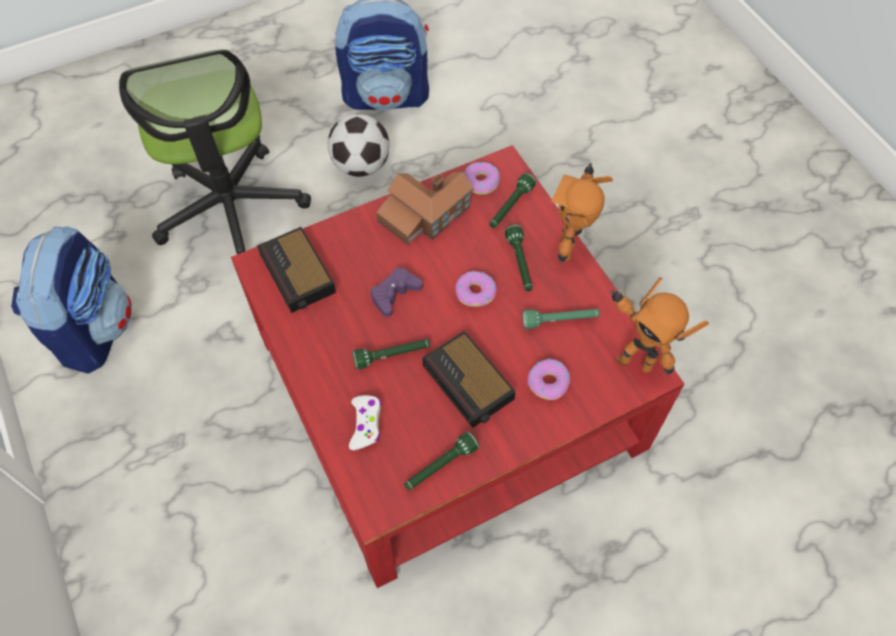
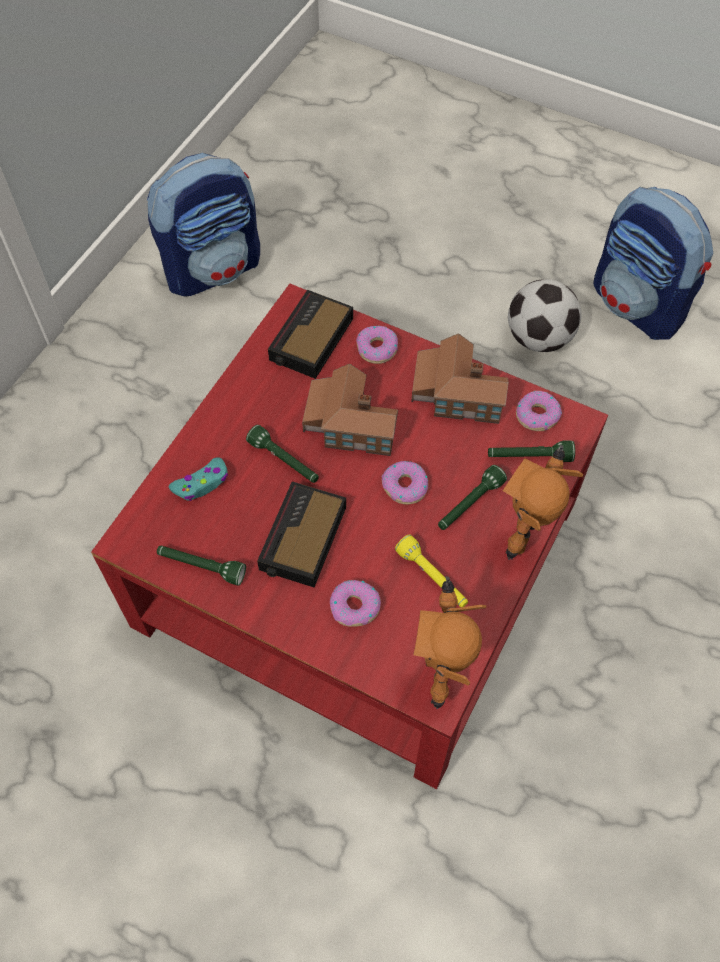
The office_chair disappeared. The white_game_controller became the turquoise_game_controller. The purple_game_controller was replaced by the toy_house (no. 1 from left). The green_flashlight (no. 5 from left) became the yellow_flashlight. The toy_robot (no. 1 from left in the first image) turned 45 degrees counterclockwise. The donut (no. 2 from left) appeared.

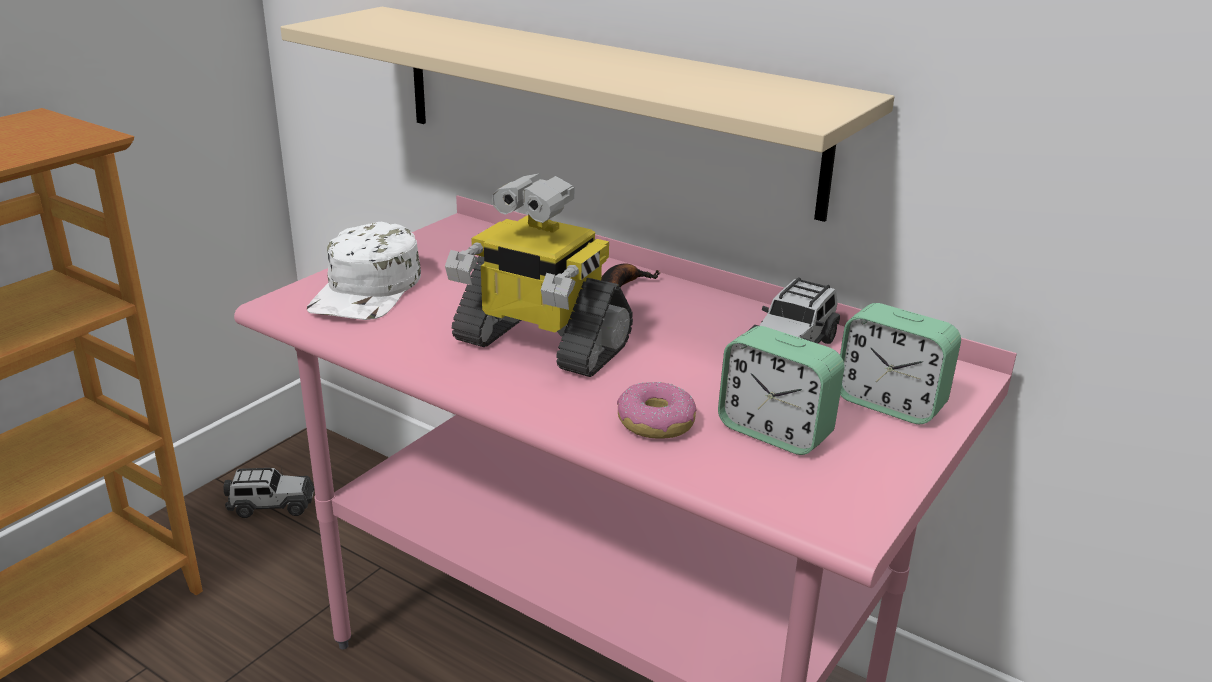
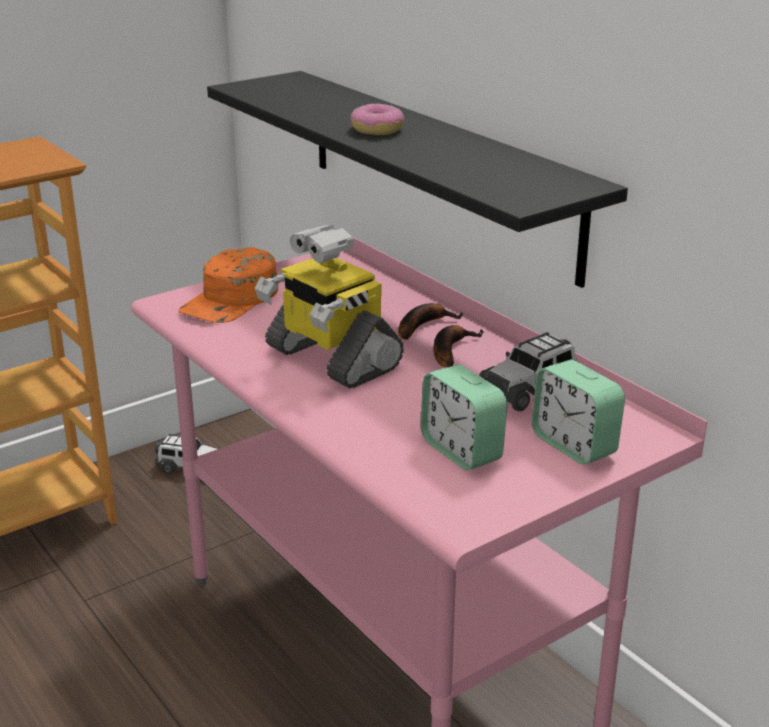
The beige_shelf became the black_shelf. The white_cap became the orange_cap. The donut moved. The banana (no. 2 from left) appeared.

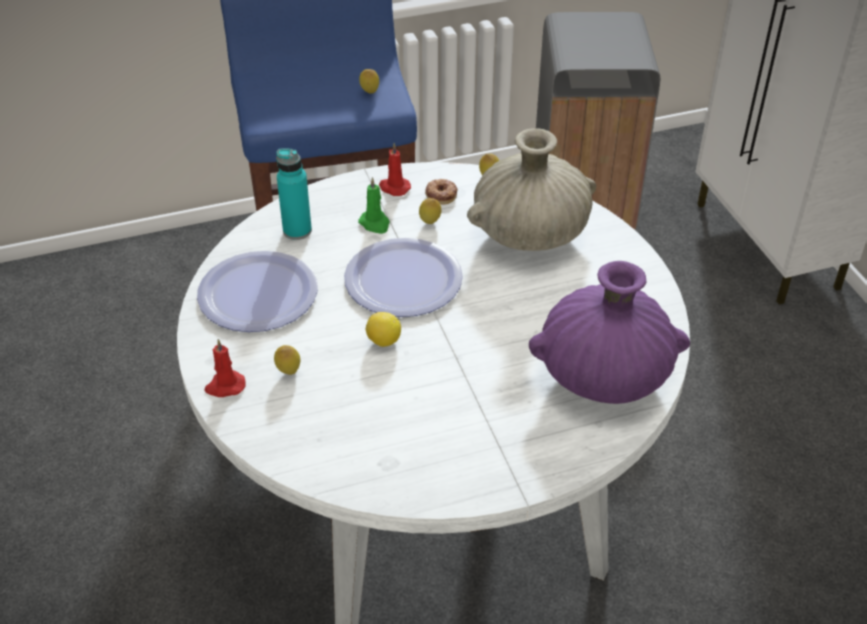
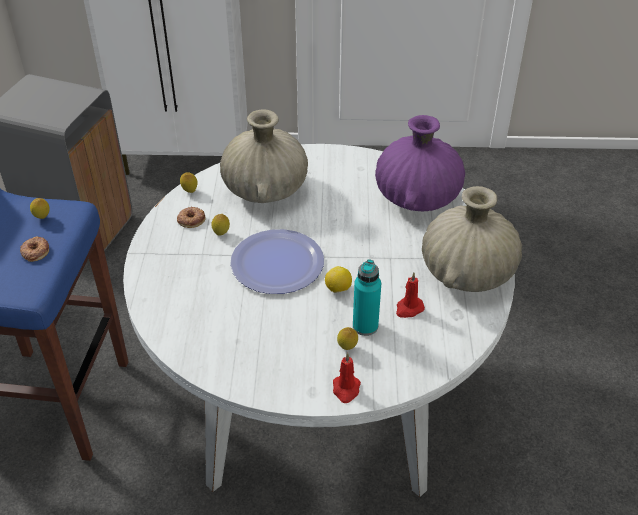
The plate (no. 1 from left) disappeared. The turquoise_bottle moved. The green_candle disappeared. The red_candle (no. 2 from left) moved. The donut (no. 1 from left) appeared. The beige_vase (no. 2 from left) appeared.

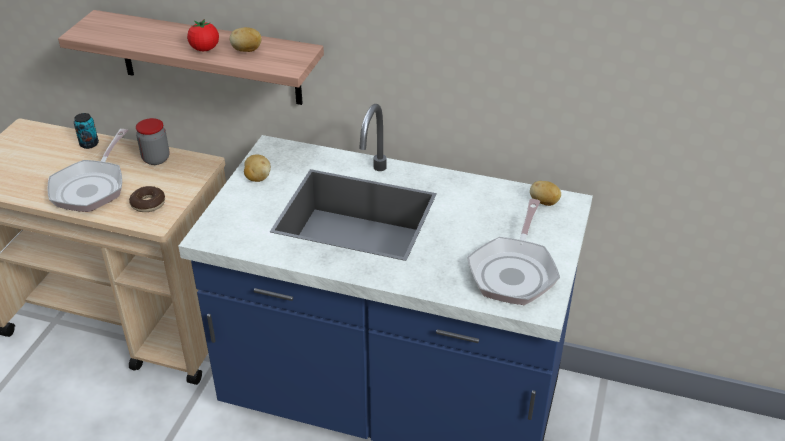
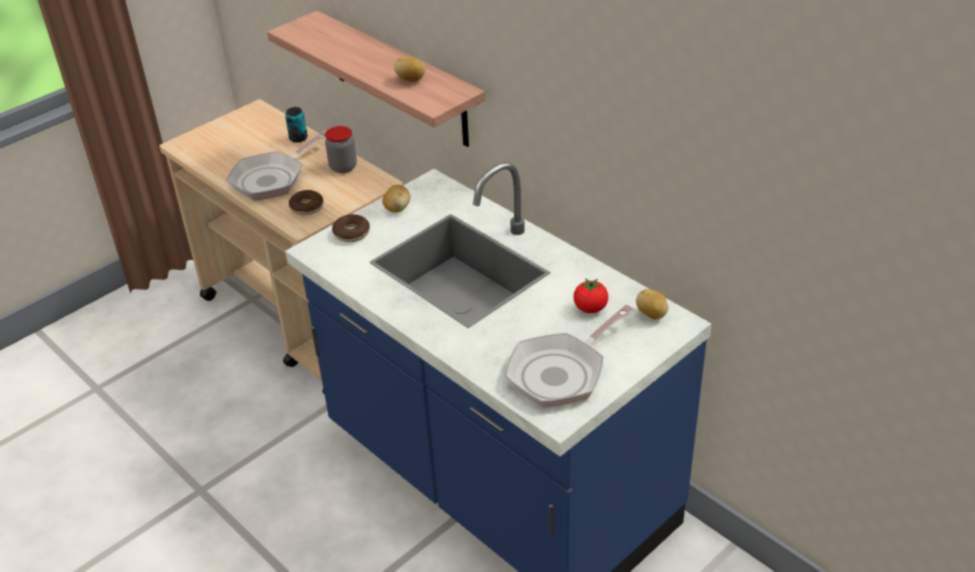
The tomato moved. The donut (no. 2 from left) appeared.

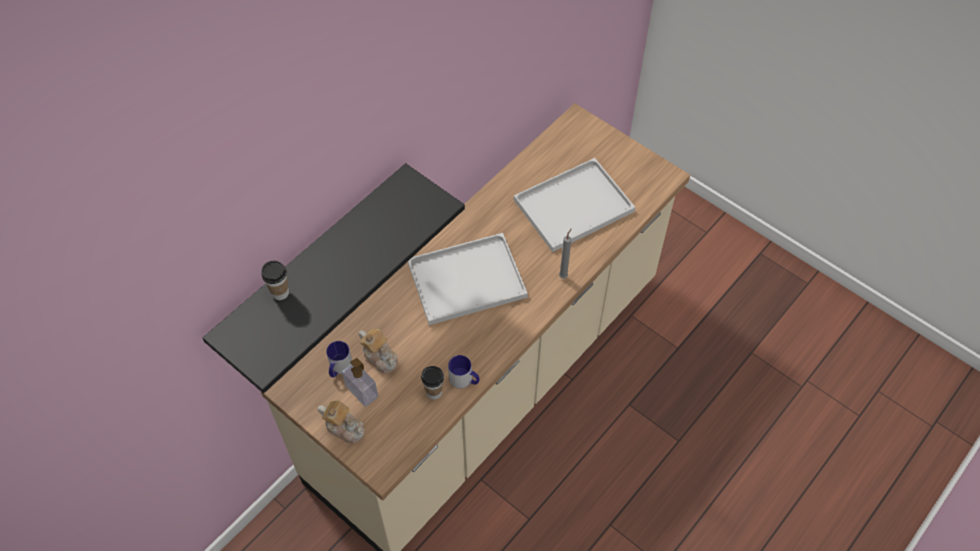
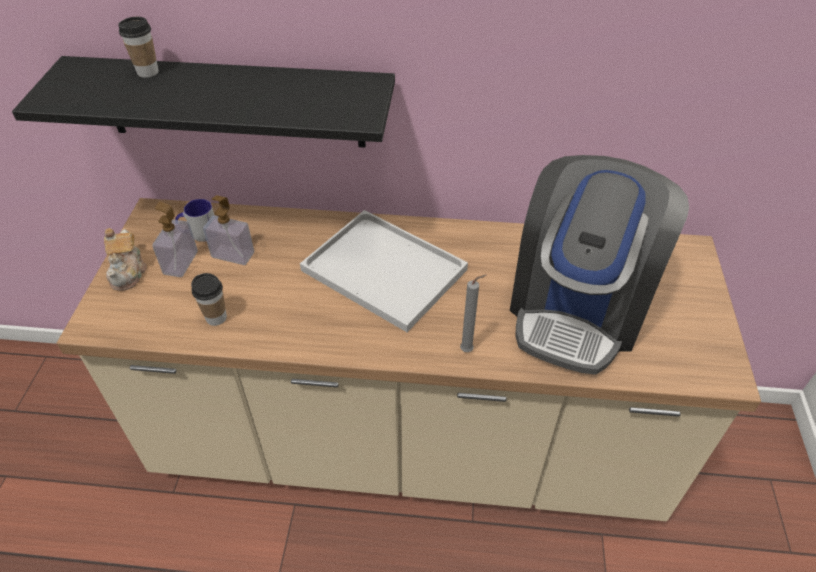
The teapot (no. 2 from left) was replaced by the soap_dispenser (no. 2 from left). The mug (no. 2 from left) disappeared. The white_tray (no. 2 from left) was replaced by the coffee_machine.

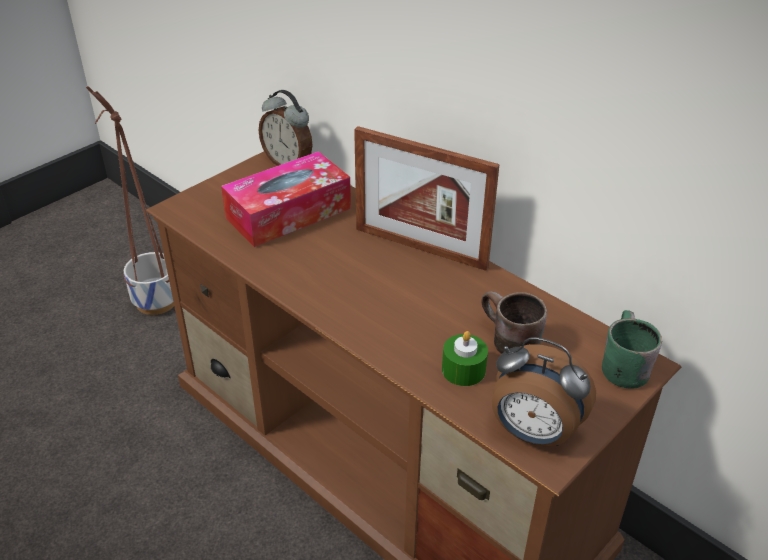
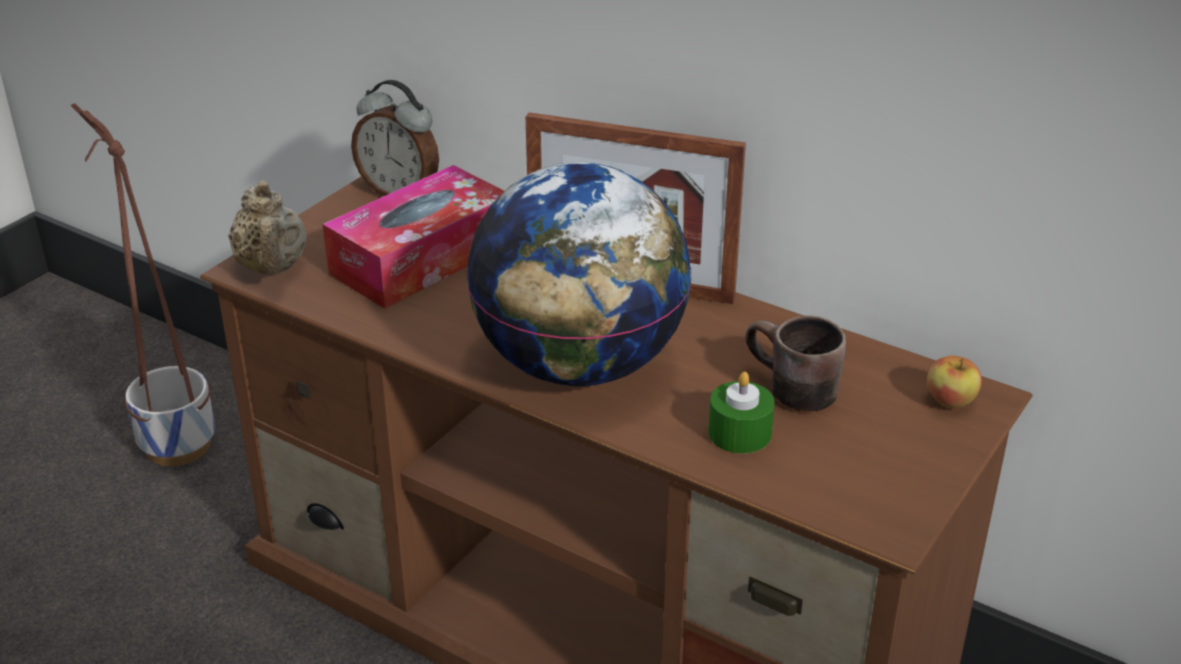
The alarm_clock (no. 2 from left) disappeared. The green_mug was replaced by the apple. The beige_teapot appeared. The globe appeared.

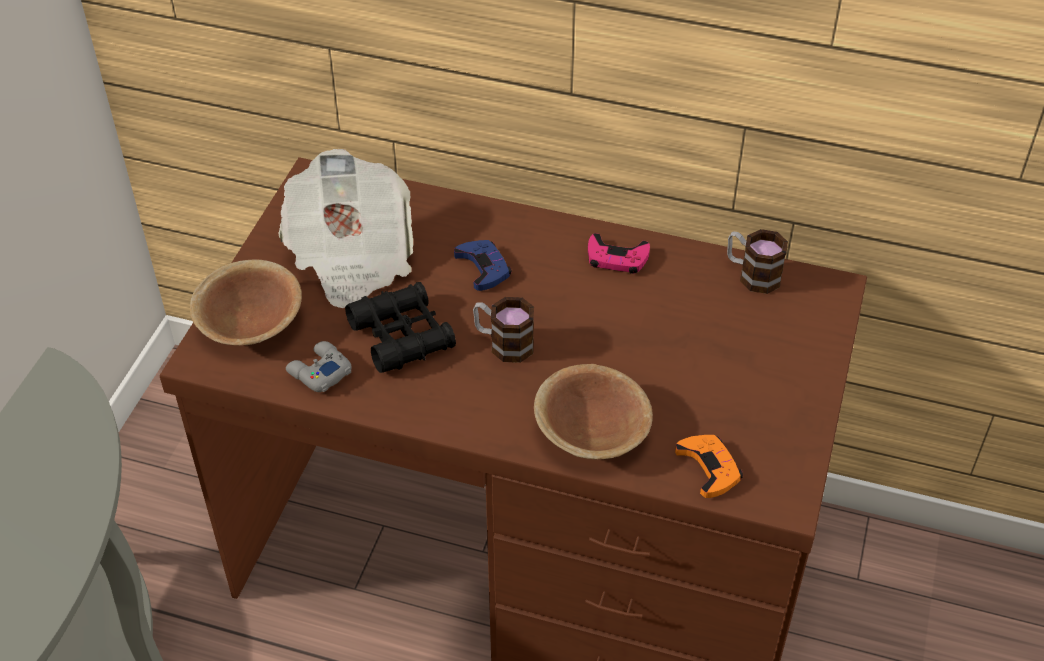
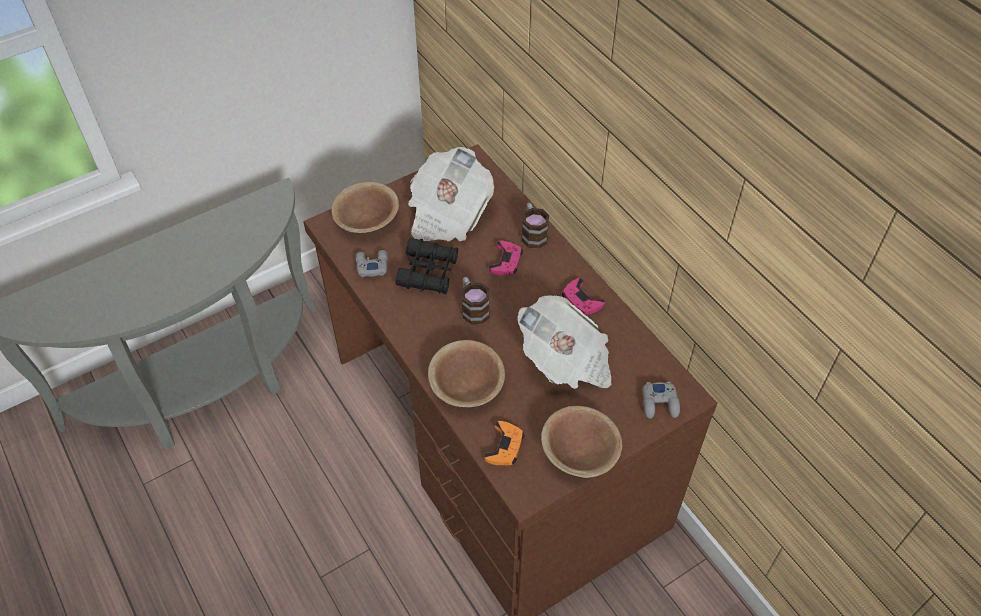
The blue_game_controller became the pink_game_controller (no. 1 from left). The mug (no. 2 from left) moved. The newspaper (no. 2 from left) appeared. The brown_bowl (no. 3 from left) appeared. The grey_game_controller (no. 2 from left) appeared.

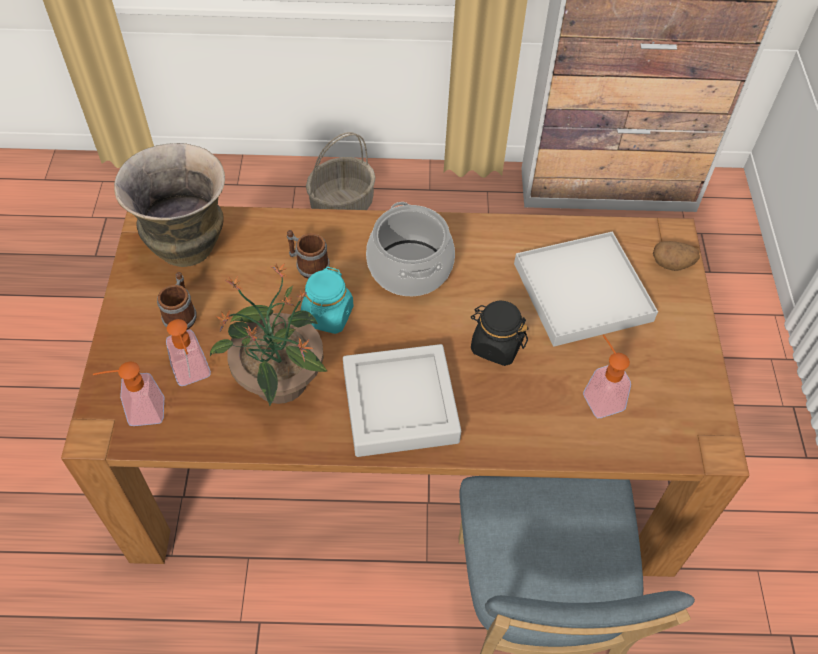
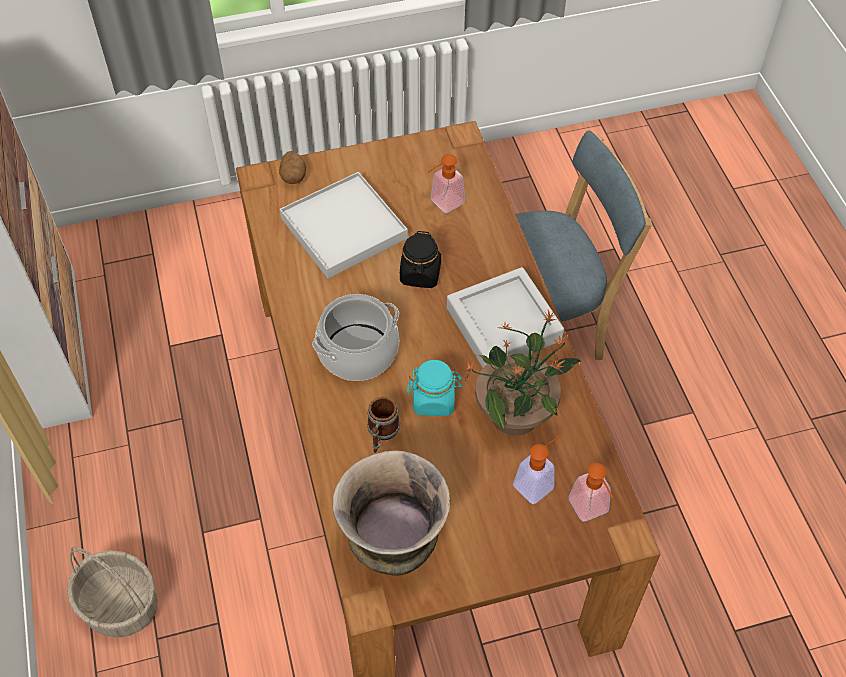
The mug (no. 1 from left) disappeared.

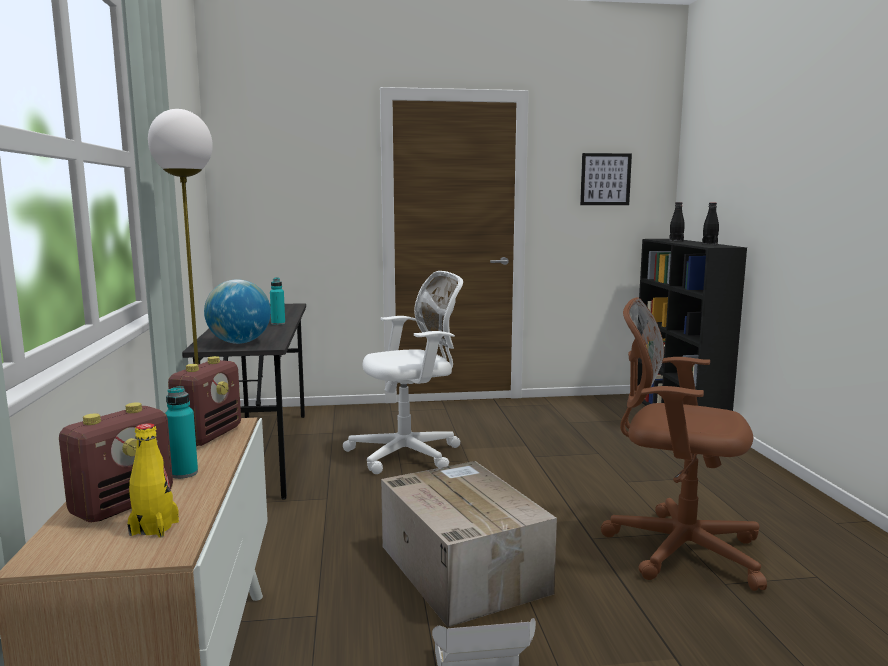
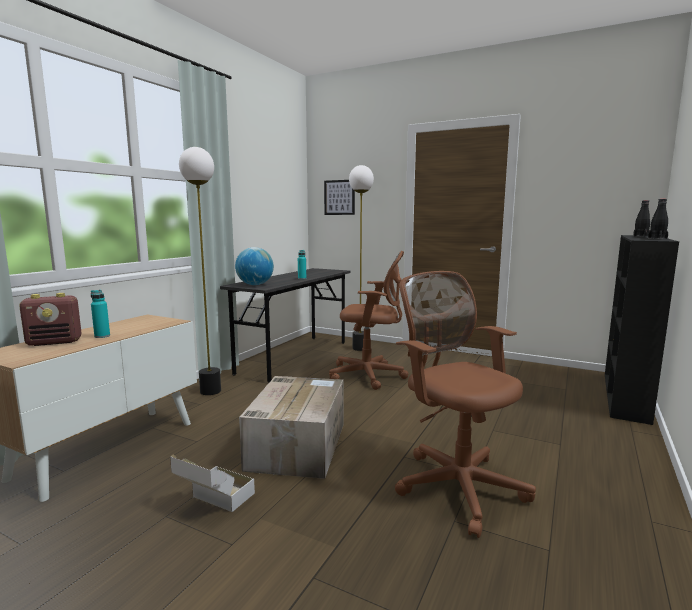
The yellow_bottle disappeared. The radio (no. 2 from left) disappeared. The white_office_chair became the brown_office_chair (no. 1 from left). The picture moved. The floor_lamp (no. 2 from left) appeared.

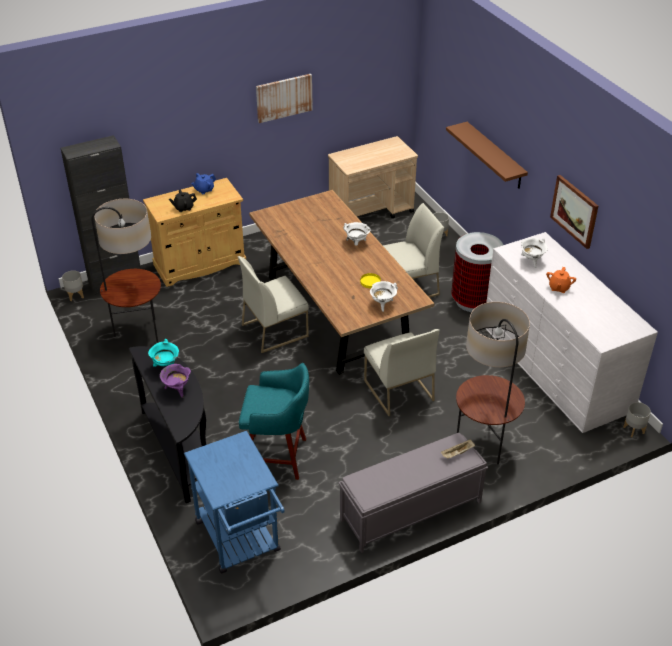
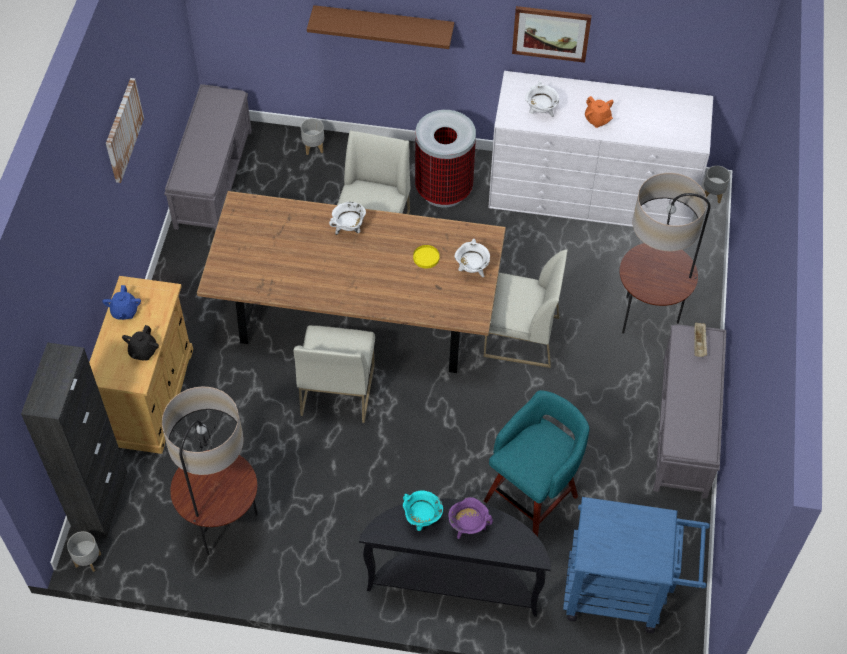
The beige_cart was replaced by the grey_bench (no. 1 from left).

